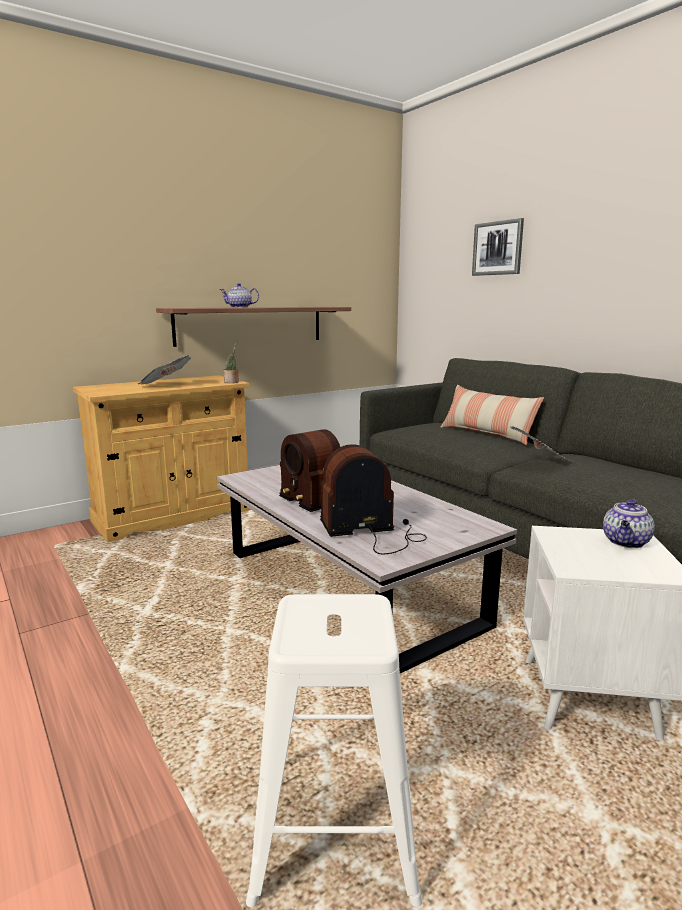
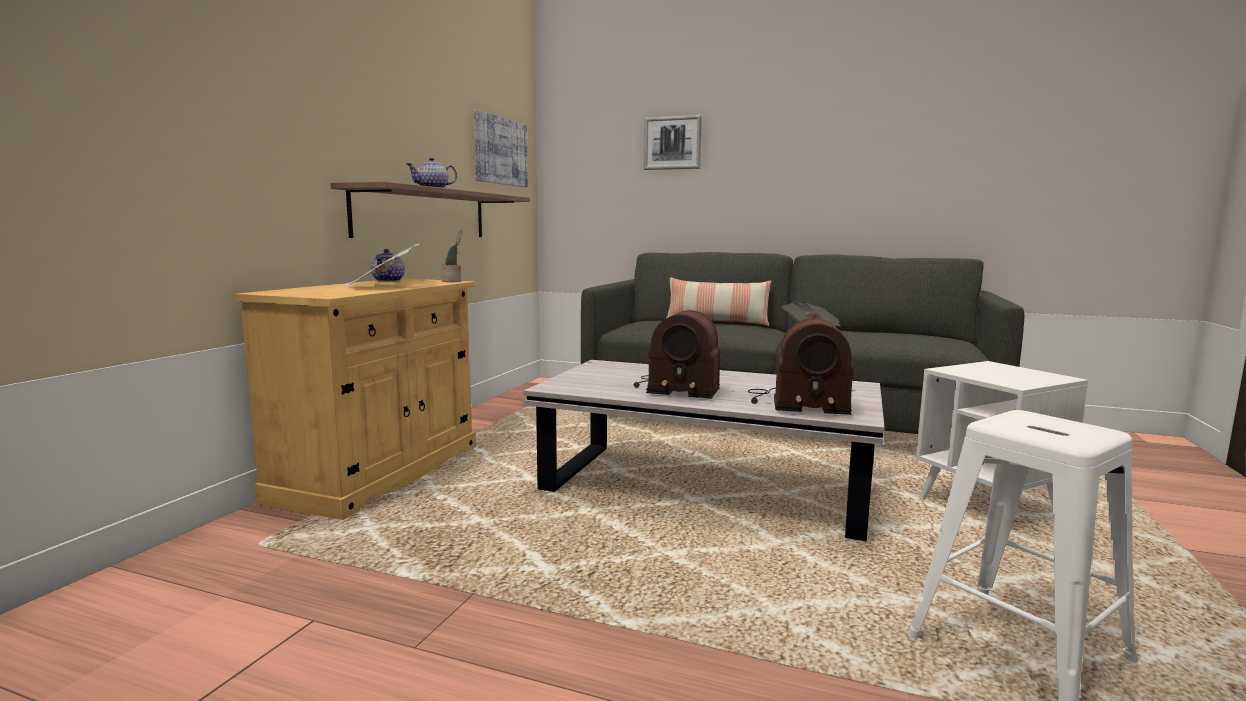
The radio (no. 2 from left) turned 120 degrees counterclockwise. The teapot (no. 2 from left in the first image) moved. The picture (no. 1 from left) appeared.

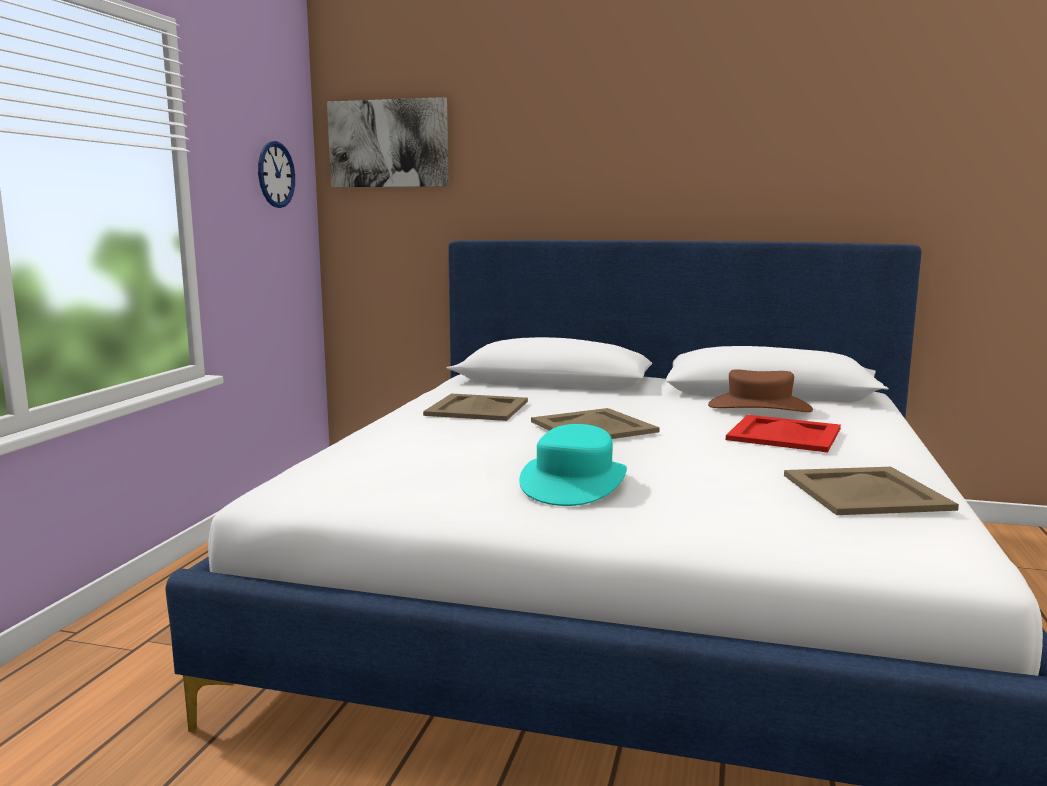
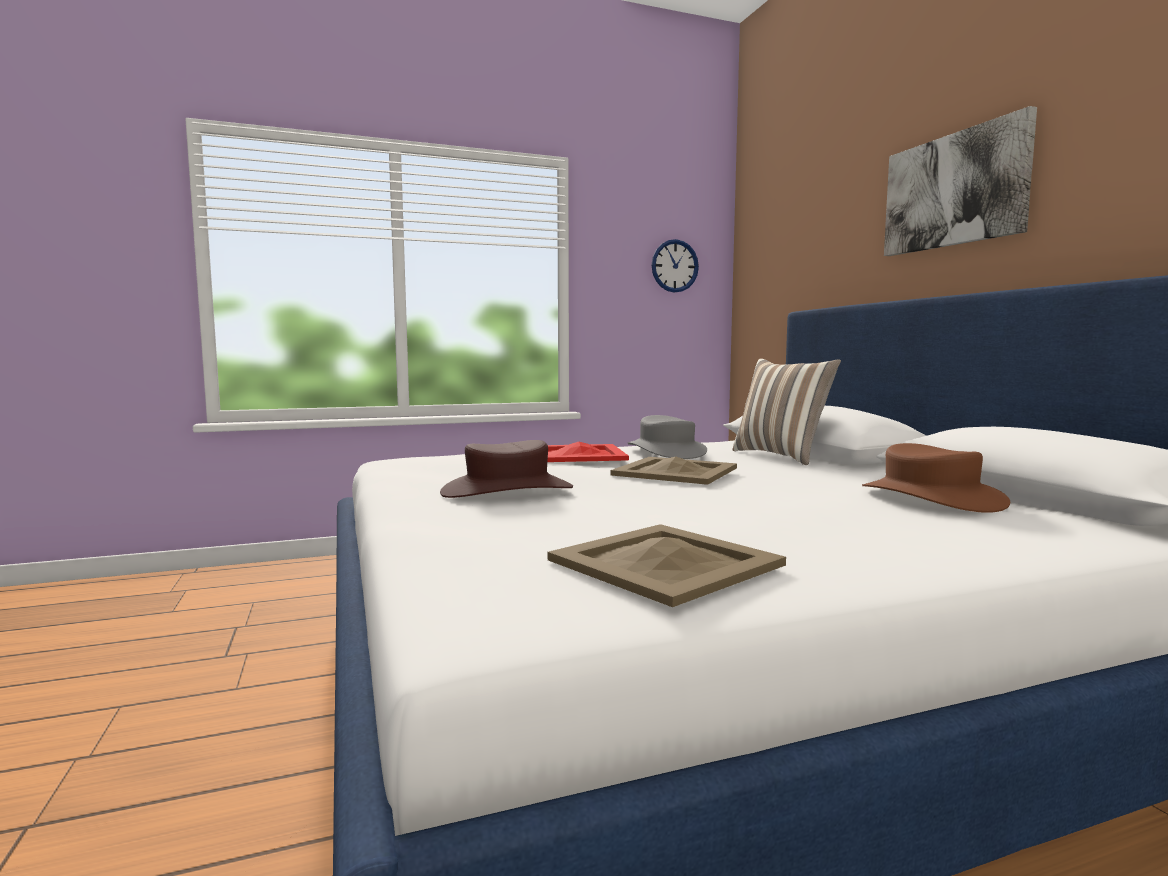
The picture moved. The beige_tray (no. 1 from left) was replaced by the grey_hat. The turquoise_hat became the brown_hat (no. 1 from left). The red_tray moved. The pillow appeared.

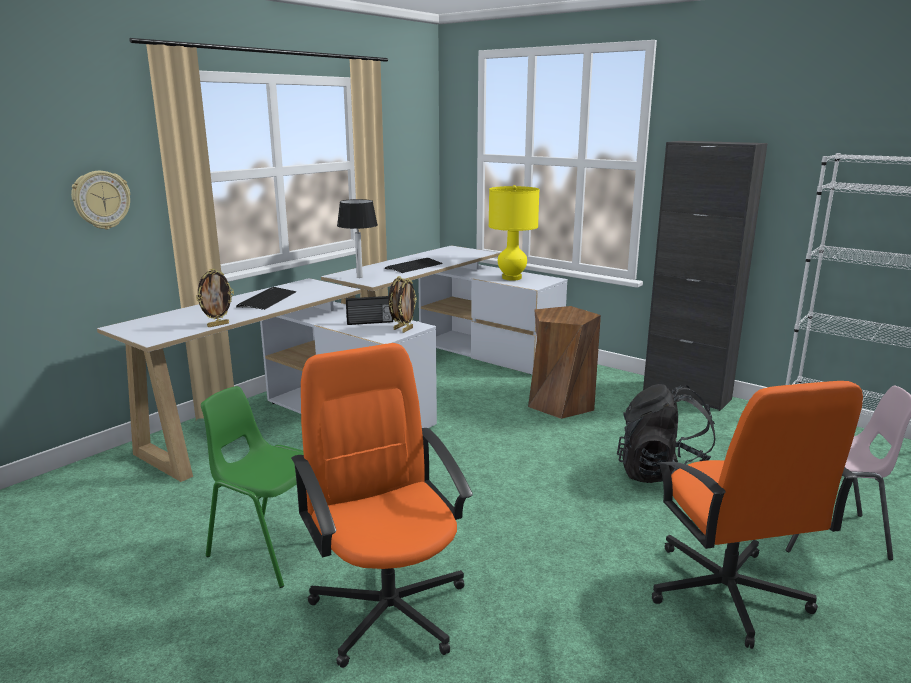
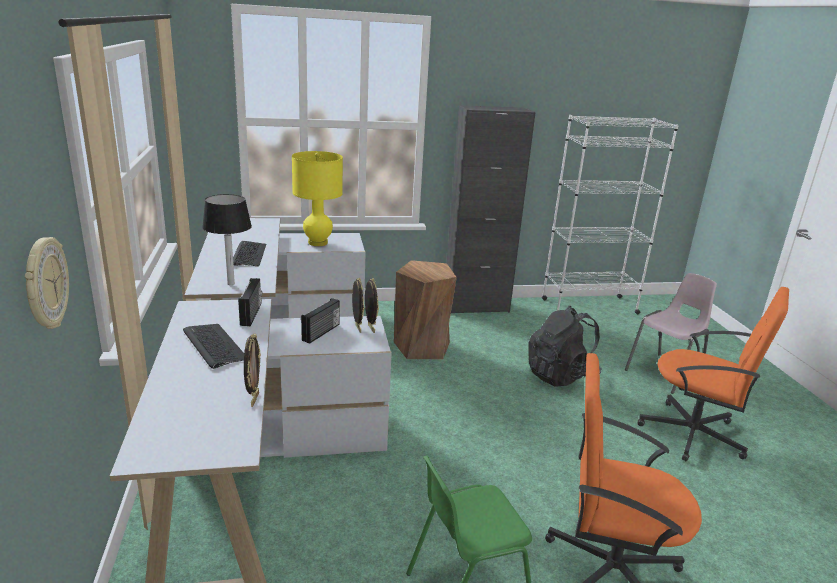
The radio (no. 1 from left) appeared.

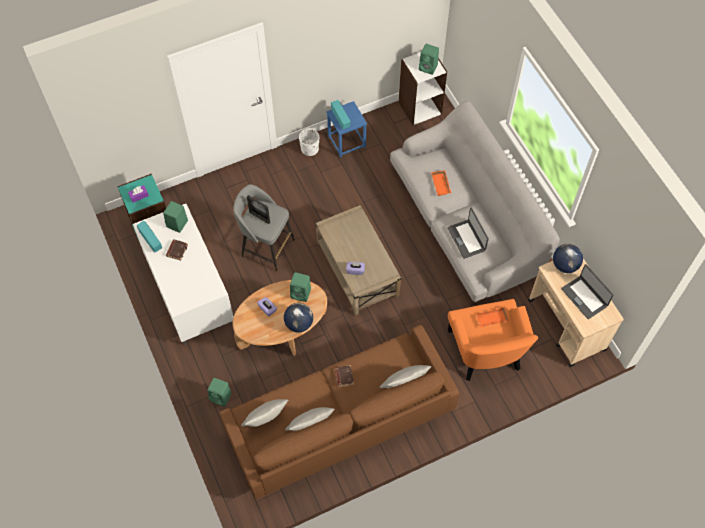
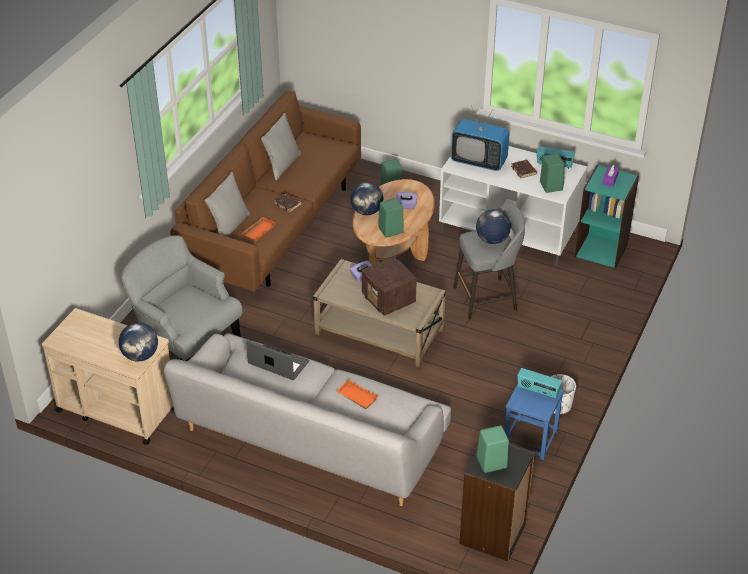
The grey_pillow (no. 1 from left) disappeared. The picture_frame was replaced by the globe (no. 3 from left). The white_bookcase became the black_bookcase. The orange_armchair became the grey_armchair. The orange_tray (no. 2 from left in the first image) moved. The laptop (no. 2 from left) disappeared. The radio (no. 1 from left) appeared. The television appeared.

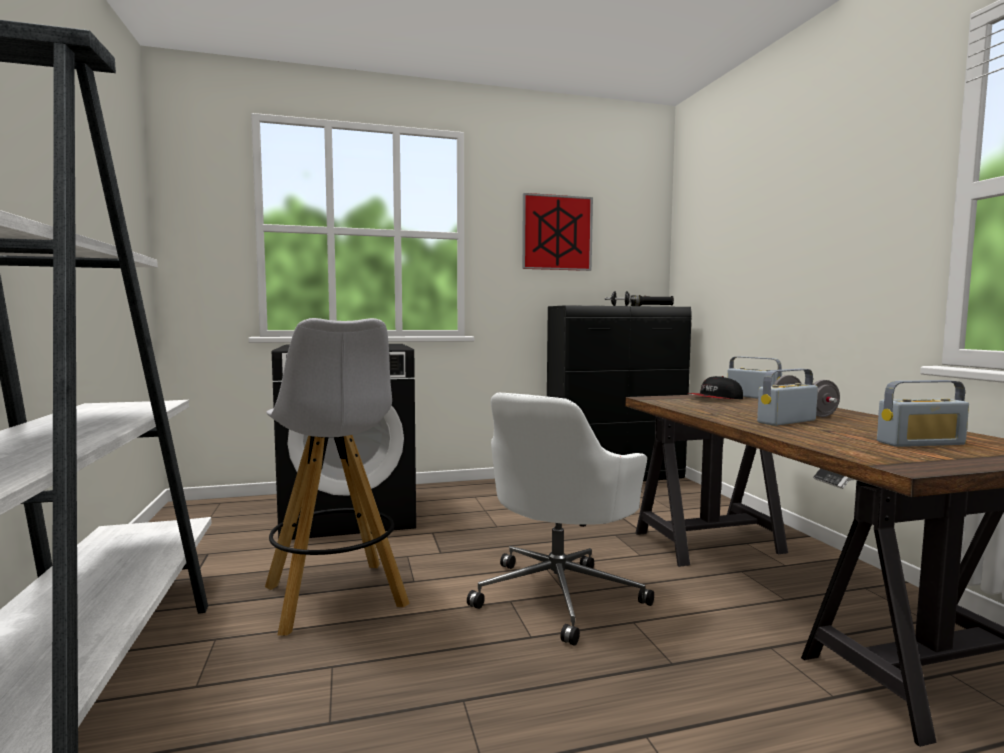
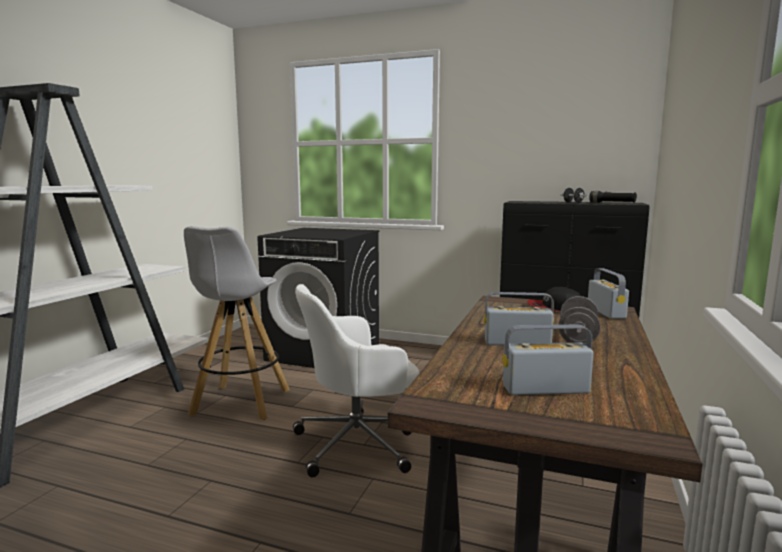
The picture disappeared. The radio (no. 3 from left in the first image) turned 150 degrees clockwise.

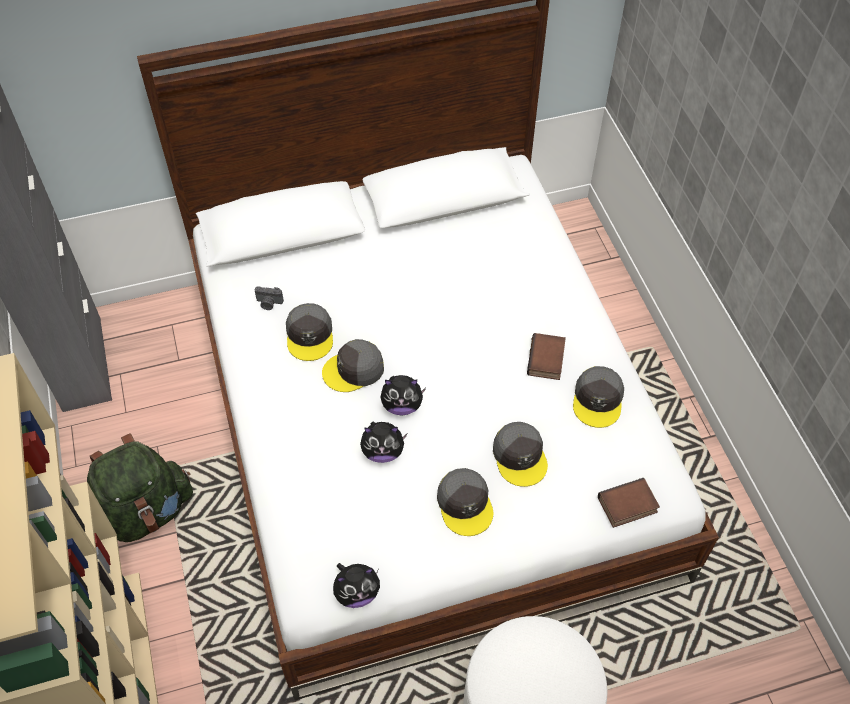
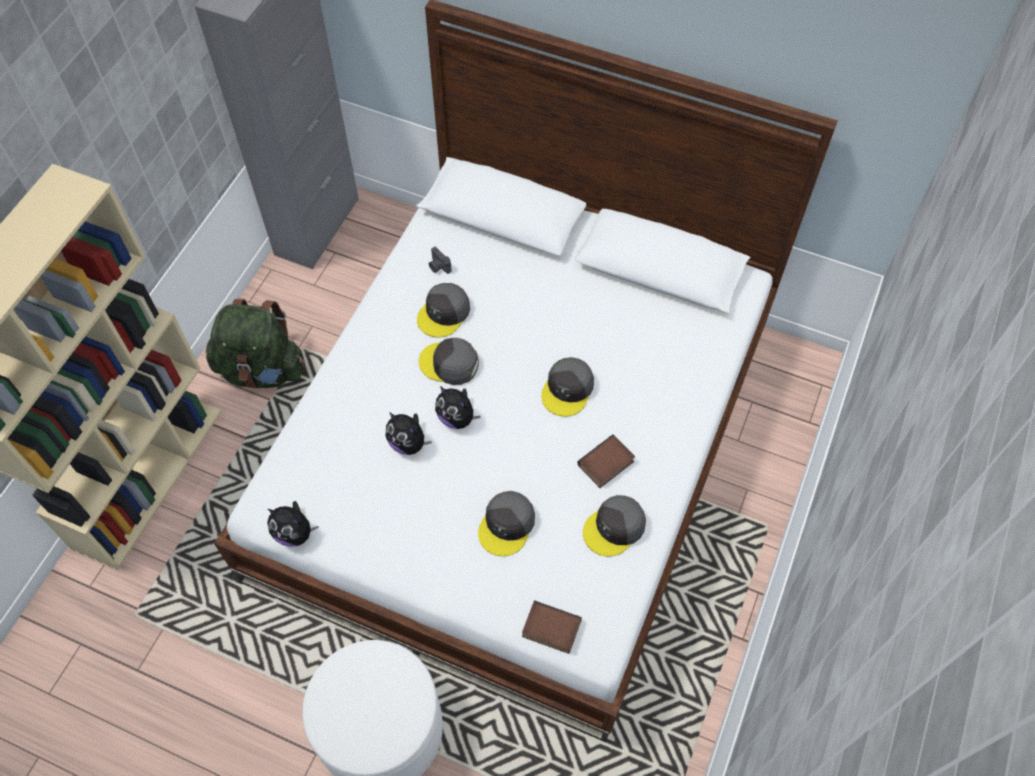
The grey_cap (no. 3 from left in the first image) moved.

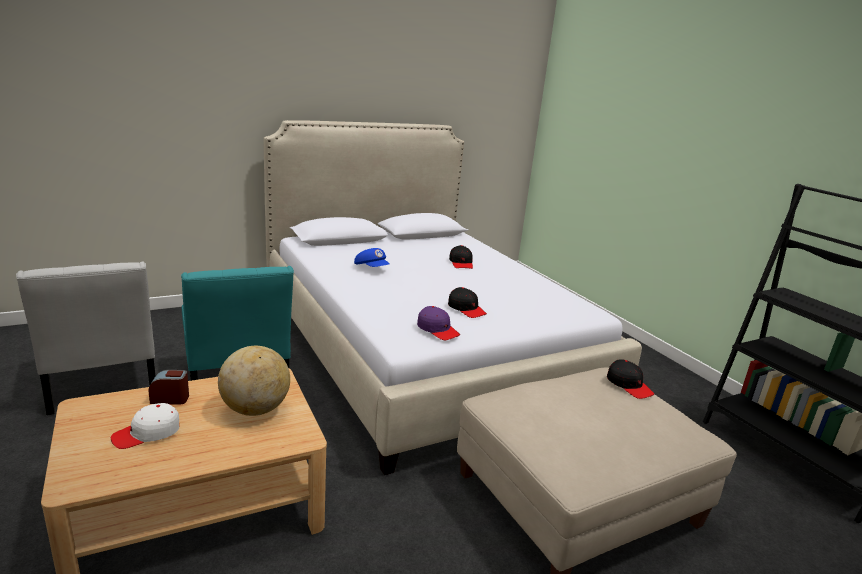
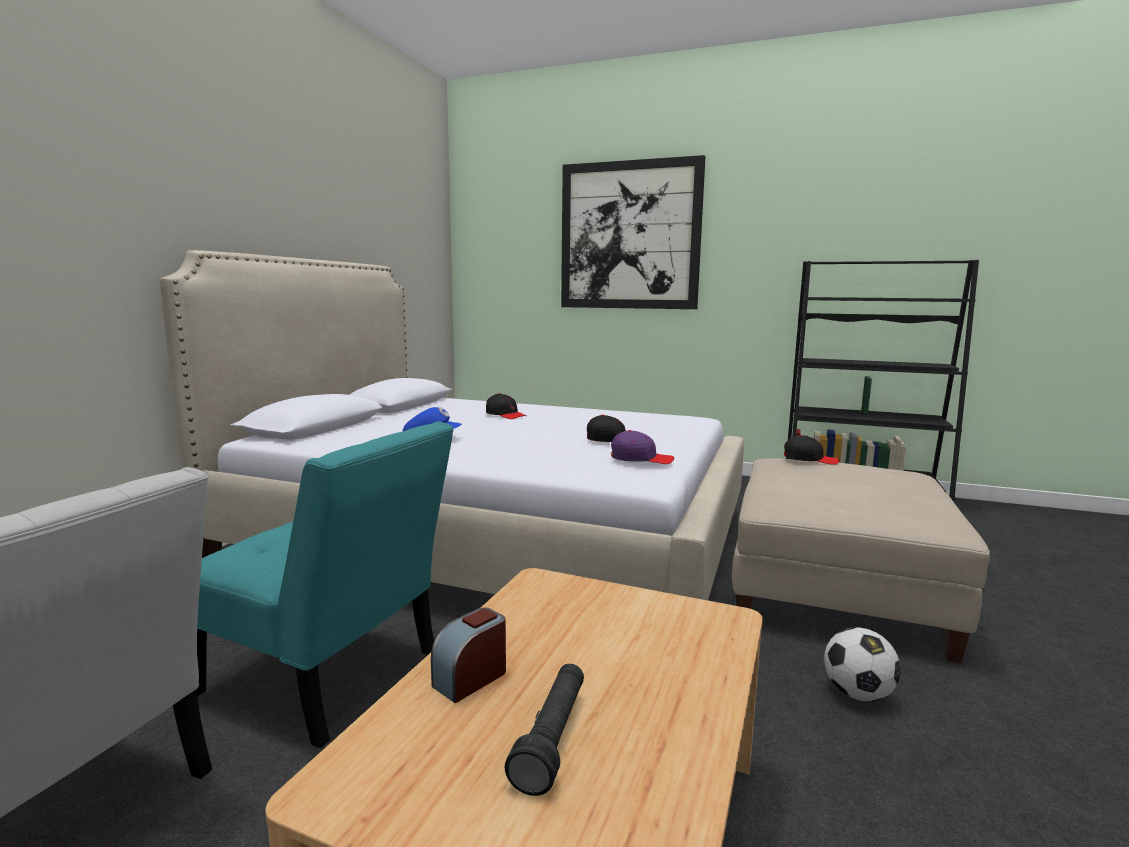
The white_cap was replaced by the black_flashlight. The globe disappeared. The picture appeared. The football appeared.

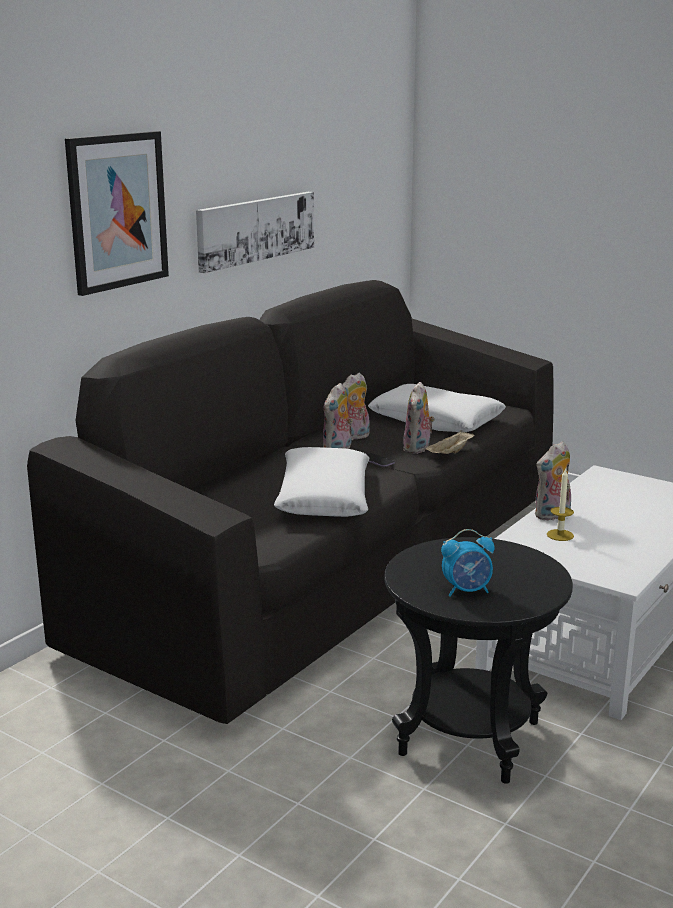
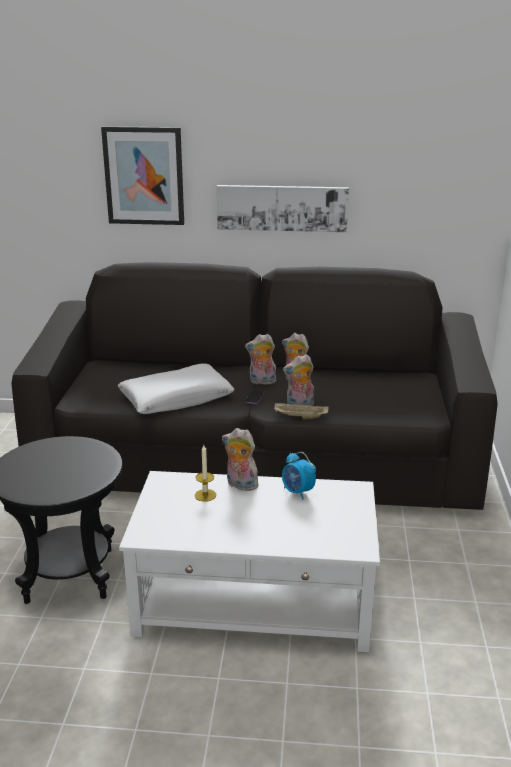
The white_pillow (no. 2 from left) disappeared. The alarm_clock moved.

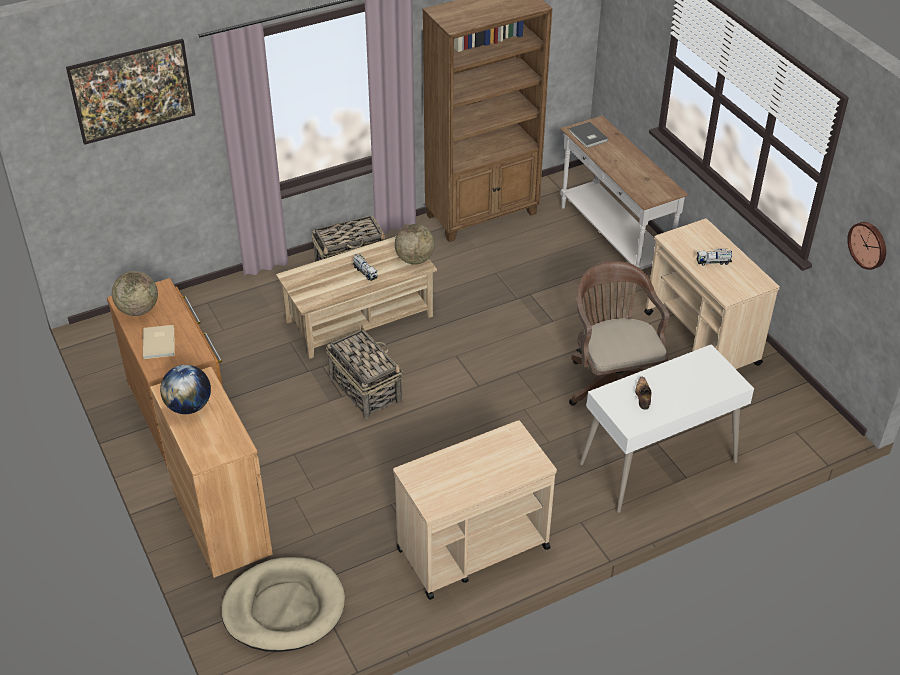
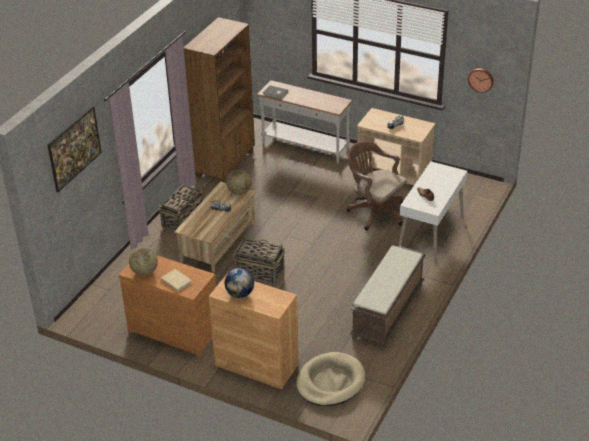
The beige_cart (no. 1 from left) was replaced by the brown_bench.

